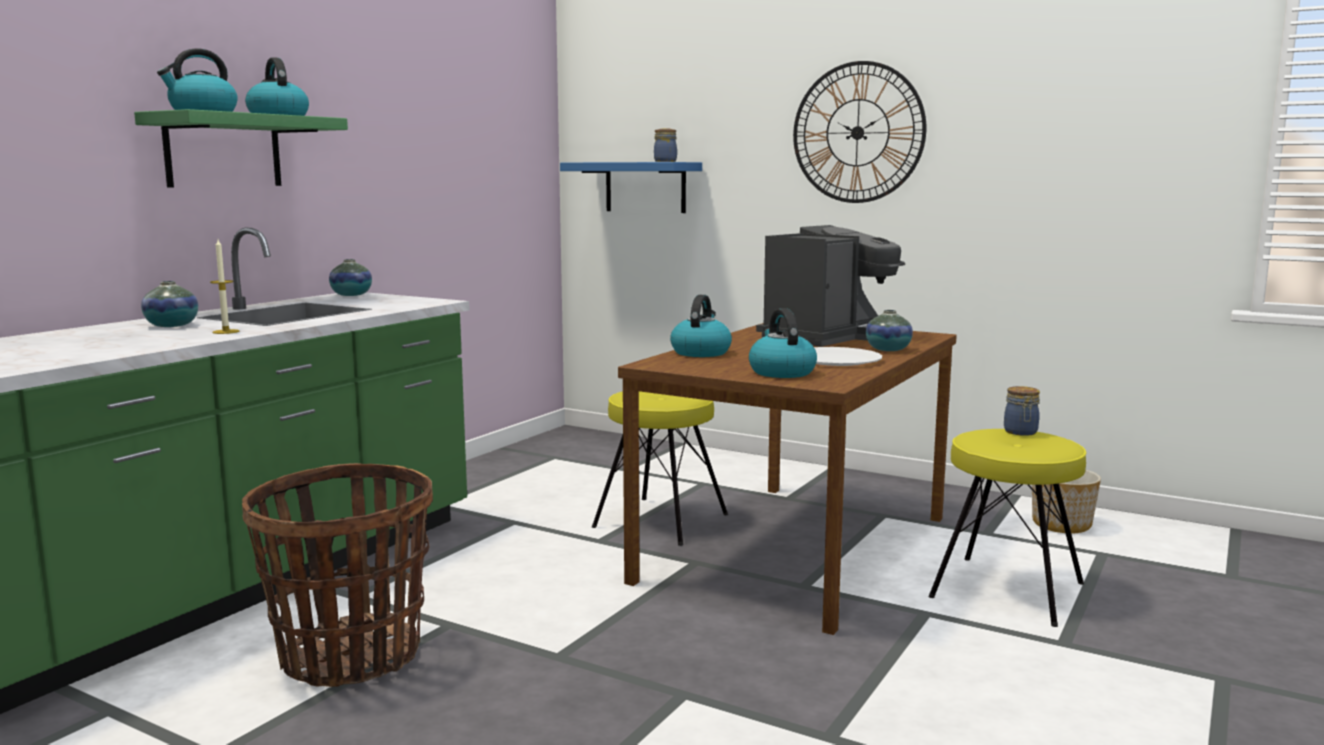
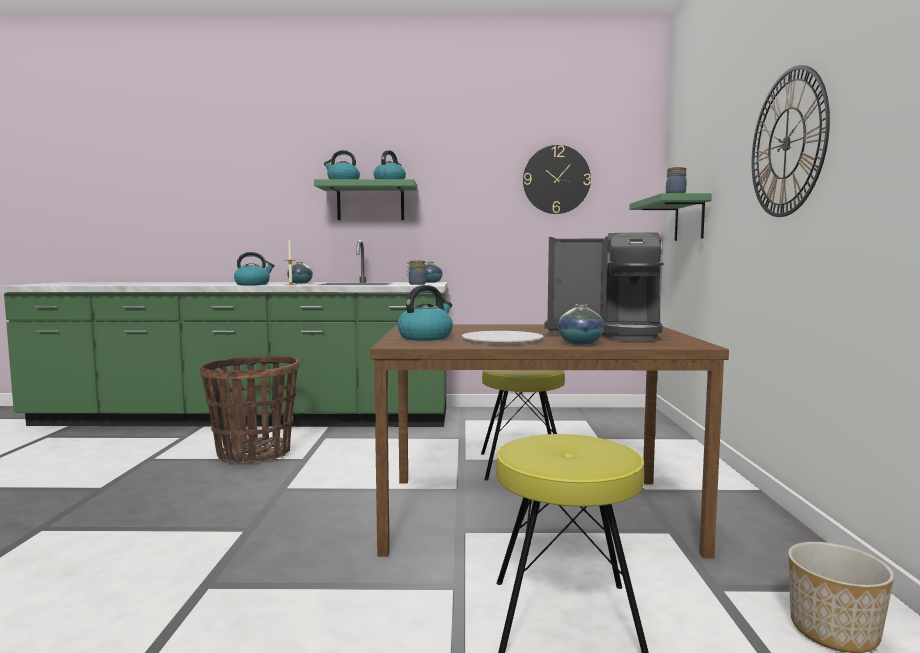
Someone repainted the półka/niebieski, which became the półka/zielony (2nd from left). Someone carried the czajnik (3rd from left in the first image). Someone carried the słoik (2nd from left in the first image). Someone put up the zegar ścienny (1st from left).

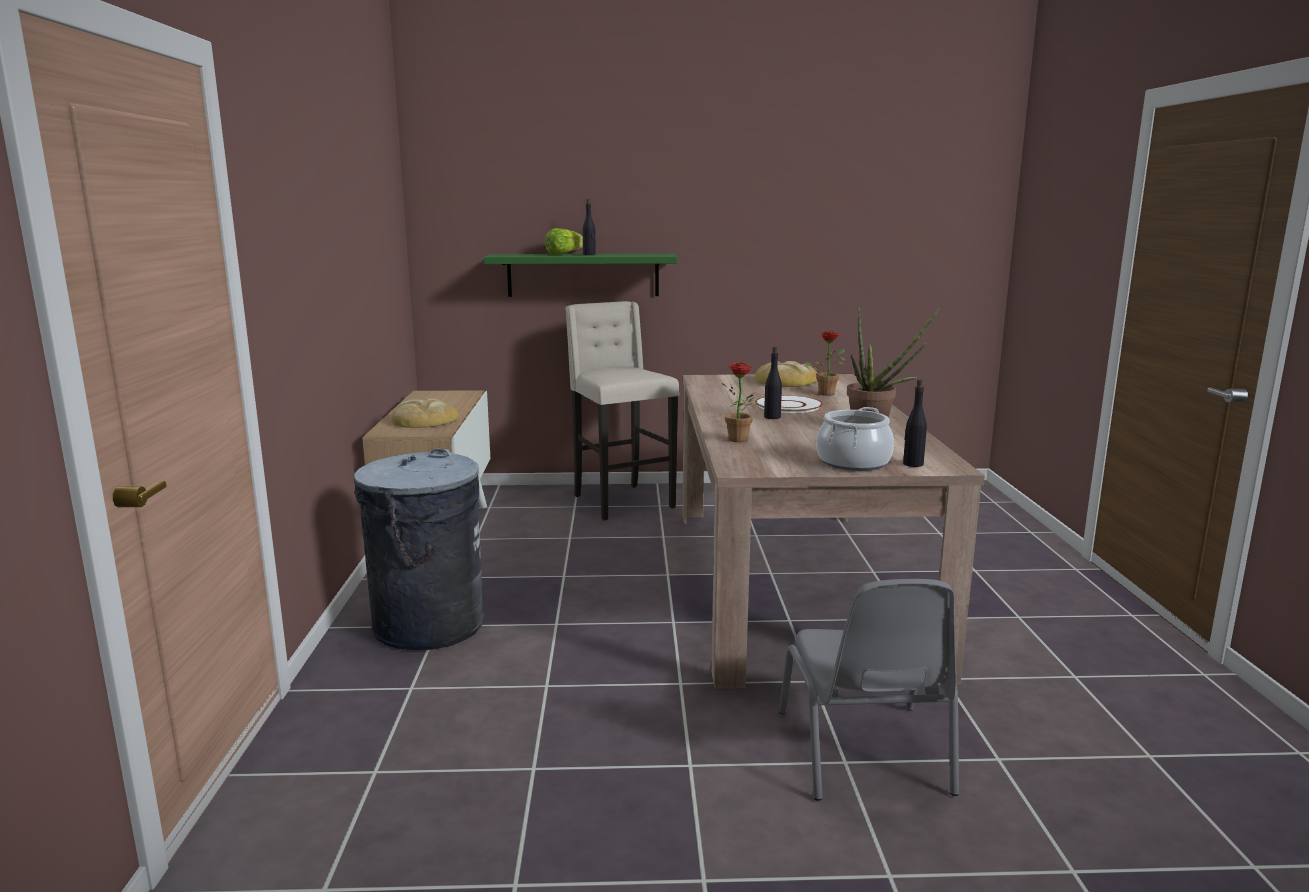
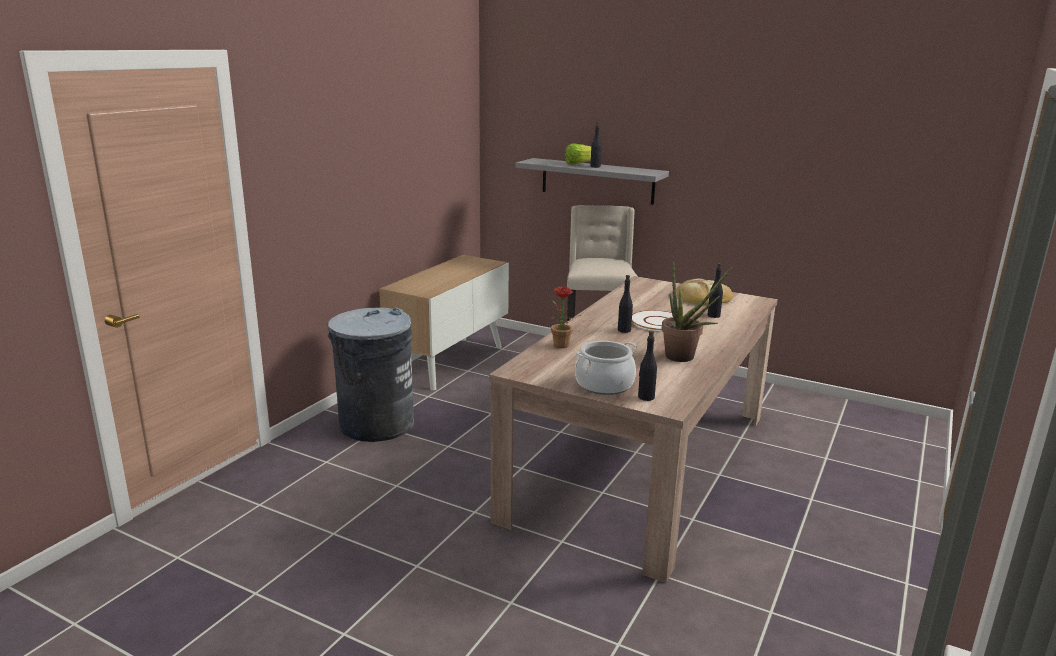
Someone repainted the półka/zielony, which became the półka/szary. Someone swapped the roślina doniczkowa (2nd from left) for the butelka/czarny (4th from left). Someone took away the chleb (1st from left). Someone took away the krzesło/szary.

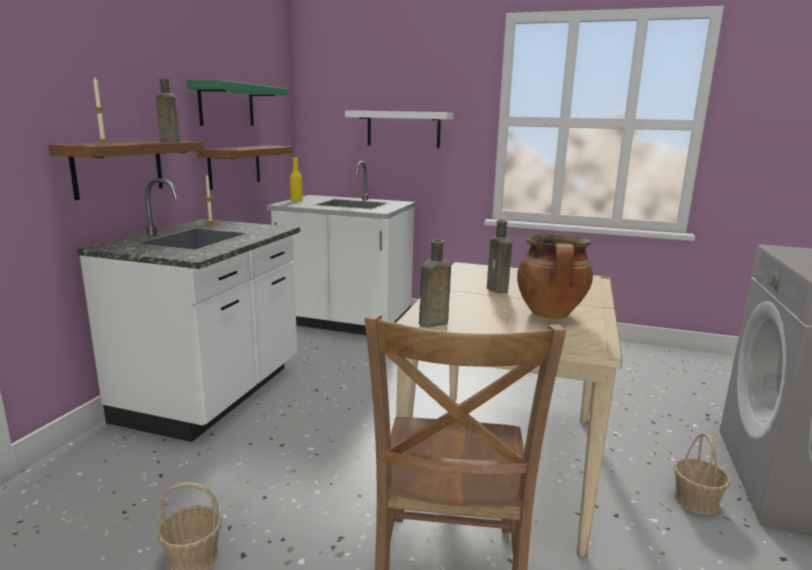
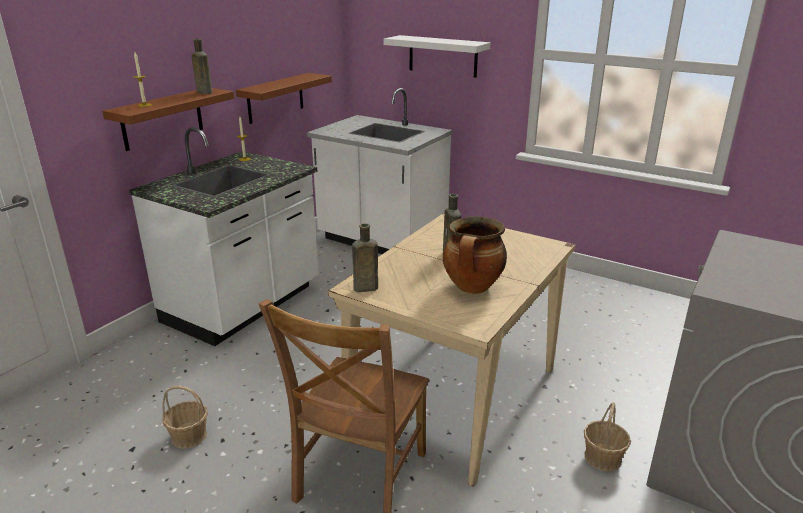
Someone took away the półka/zielony. Someone took away the butelka/żółty.

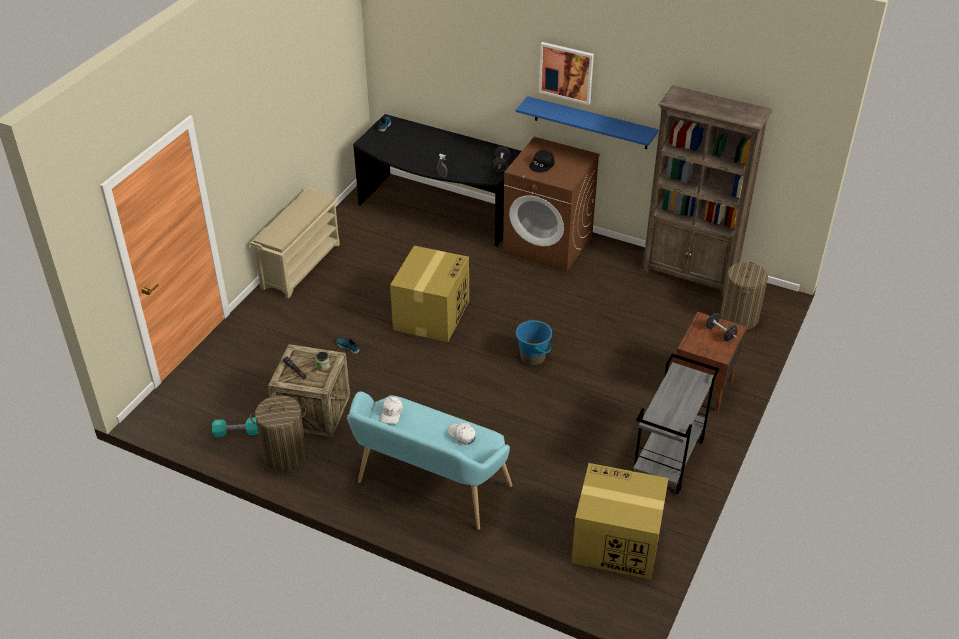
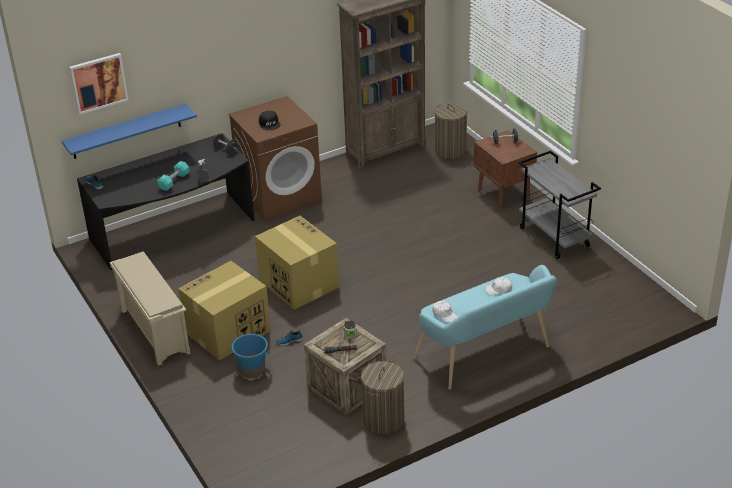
Someone carried the obraz. Someone carried the półka/niebieski. Someone carried the wiadro/niebieski. Someone carried the hantel/turkusowy. Someone carried the karton (2nd from left in the first image).

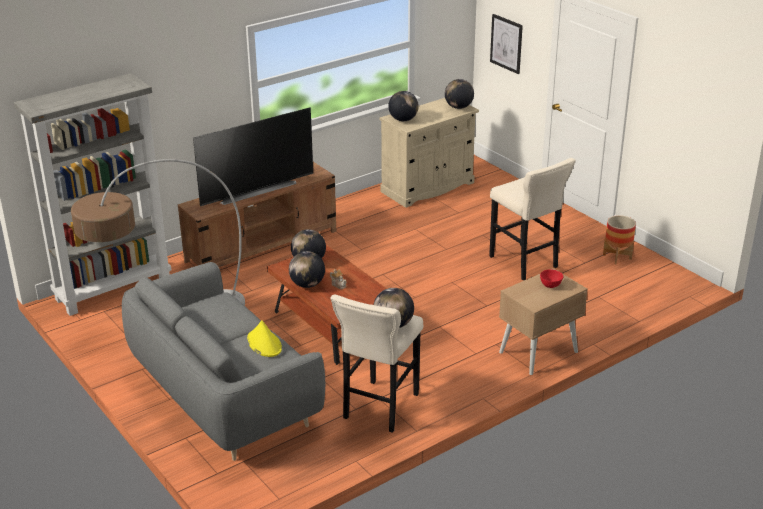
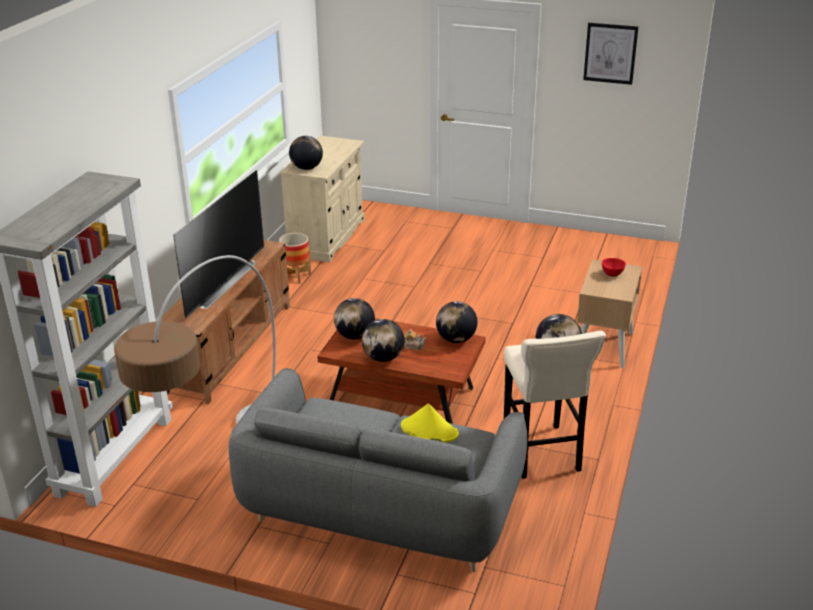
Someone carried the obraz. Someone carried the globus (5th from left in the first image). Someone took away the stołek/beżowy (2nd from left). Someone carried the donica.

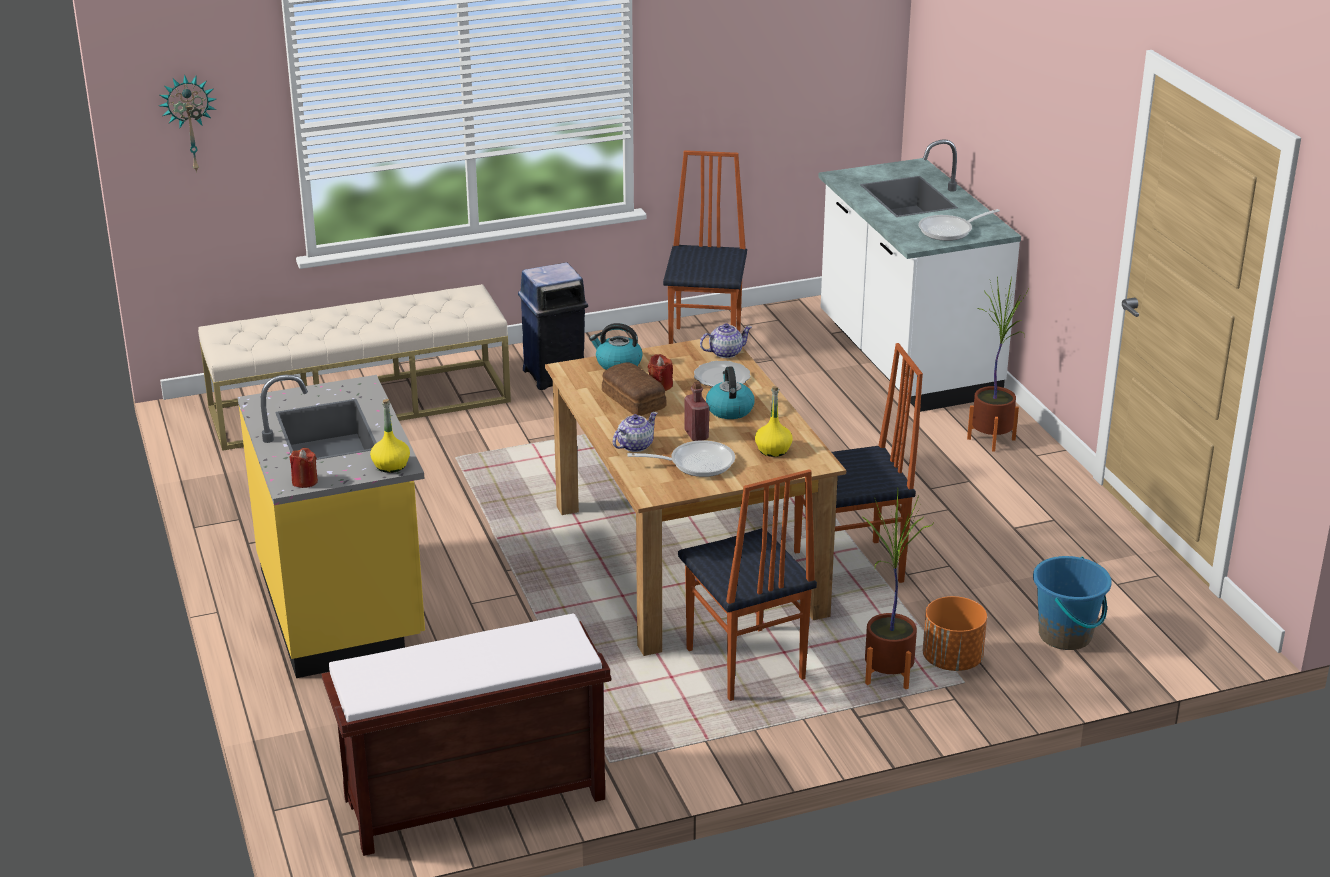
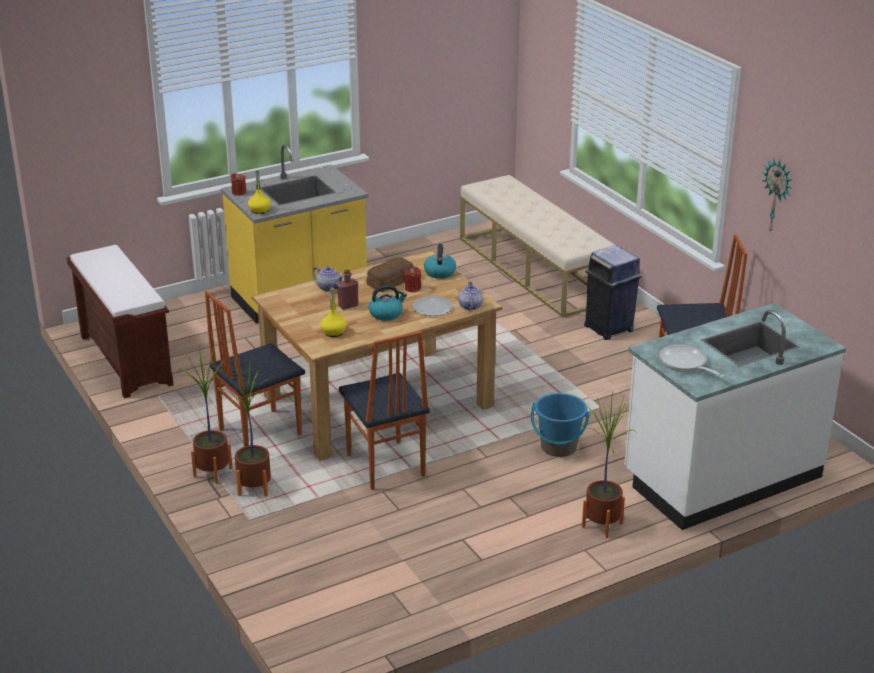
Someone carried the zegar ścienny. Someone rotated the imbryk (2nd from left) by 150 degrees counterclockwise. Someone took away the patelnia (1st from left). Someone carried the wiadro/niebieski. Someone took away the donica/pomarańczowy. Someone put down the roślina doniczkowa (1st from left).

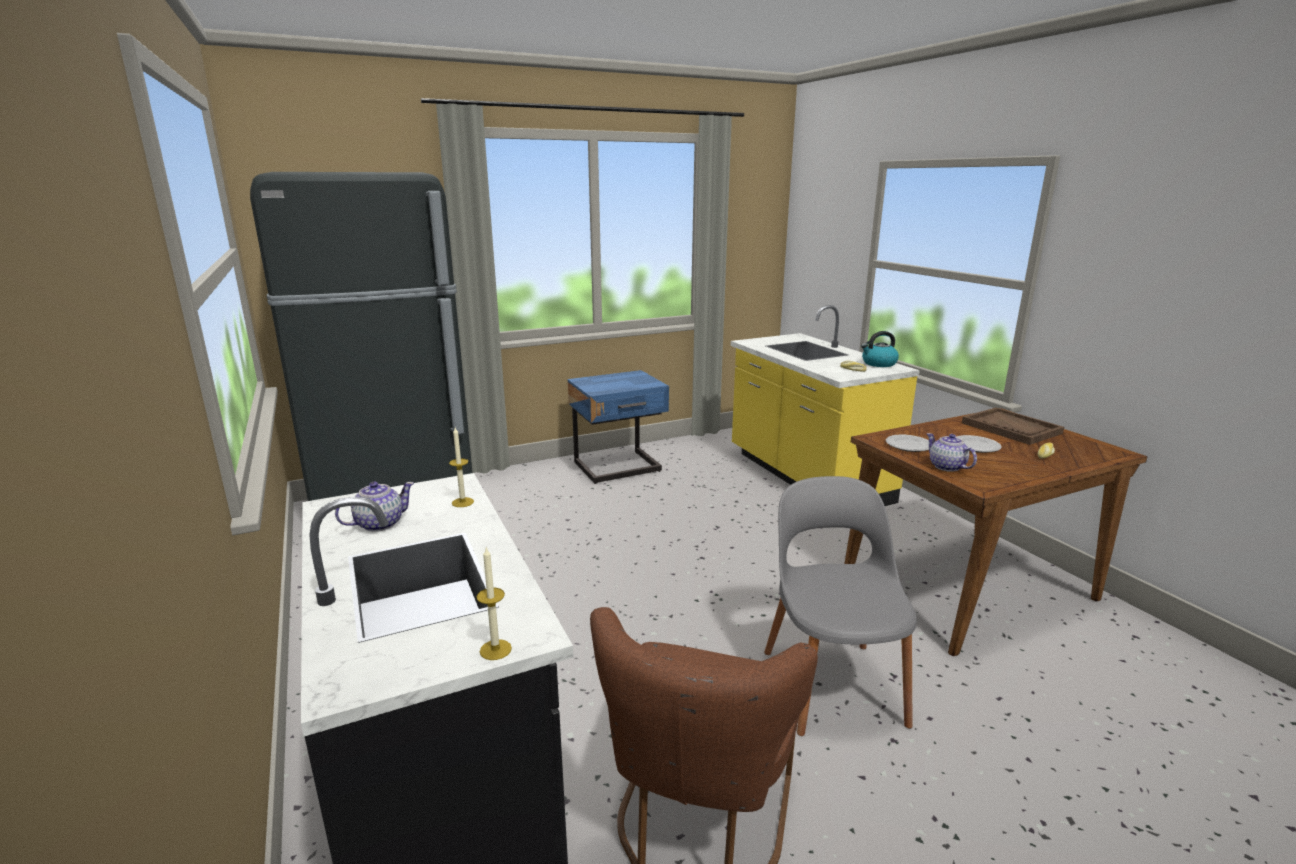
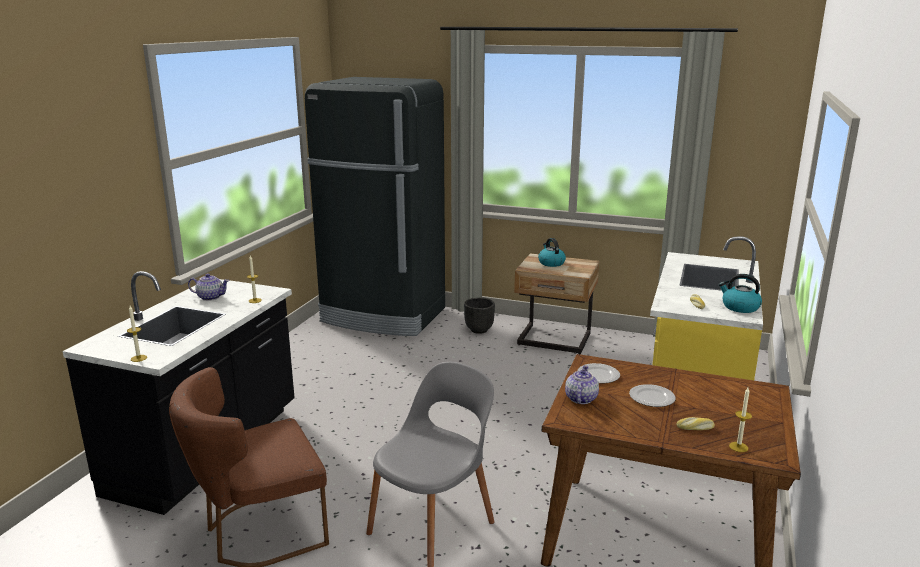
Someone repainted the szafka nocna/niebieski, which became the szafka nocna/beżowy. Someone took away the taca/brązowy. Someone put down the czajnik (1st from left). Someone put down the donica/czarny. Someone put down the świeca (3rd from left).

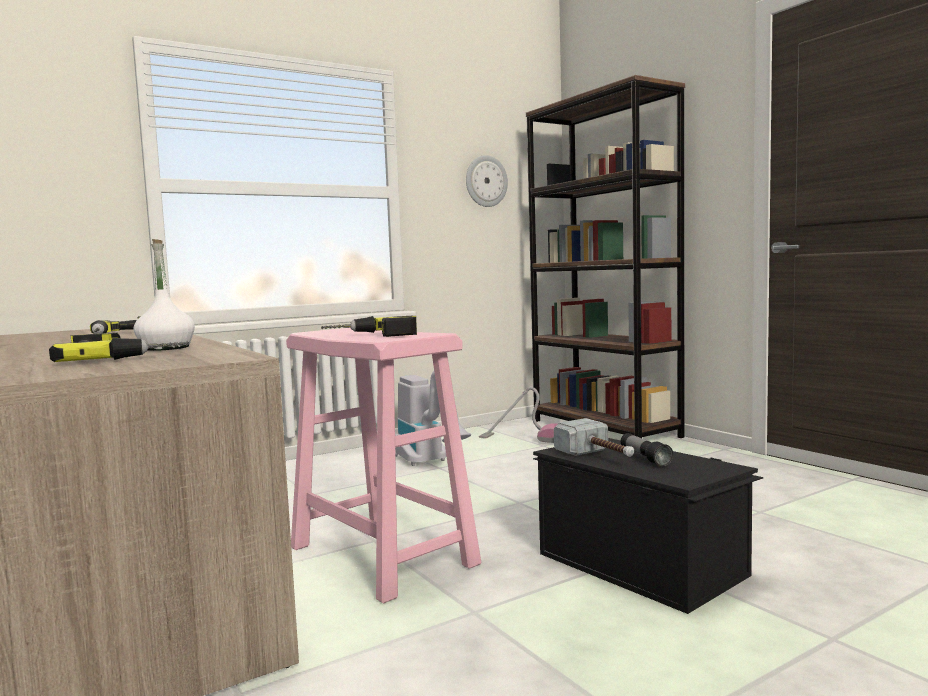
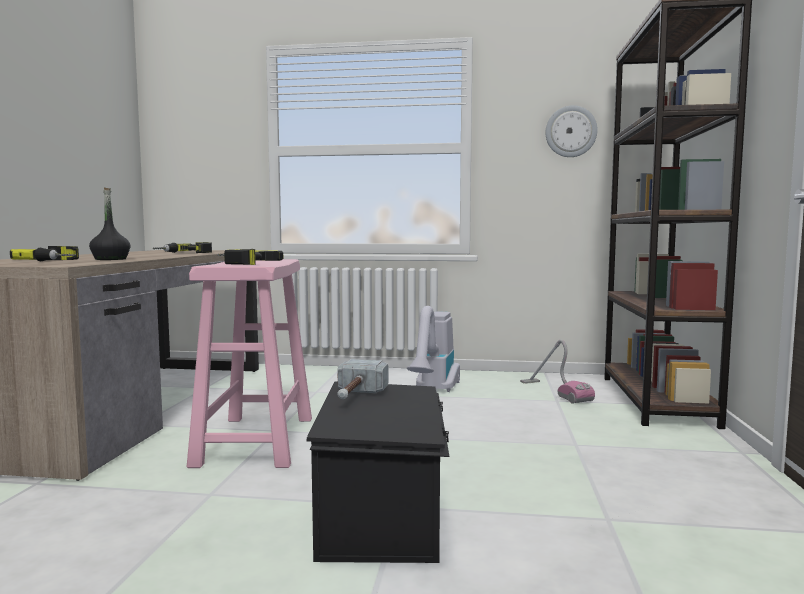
Someone repainted the butelka/biały, which became the butelka/czarny. Someone took away the latarka.

